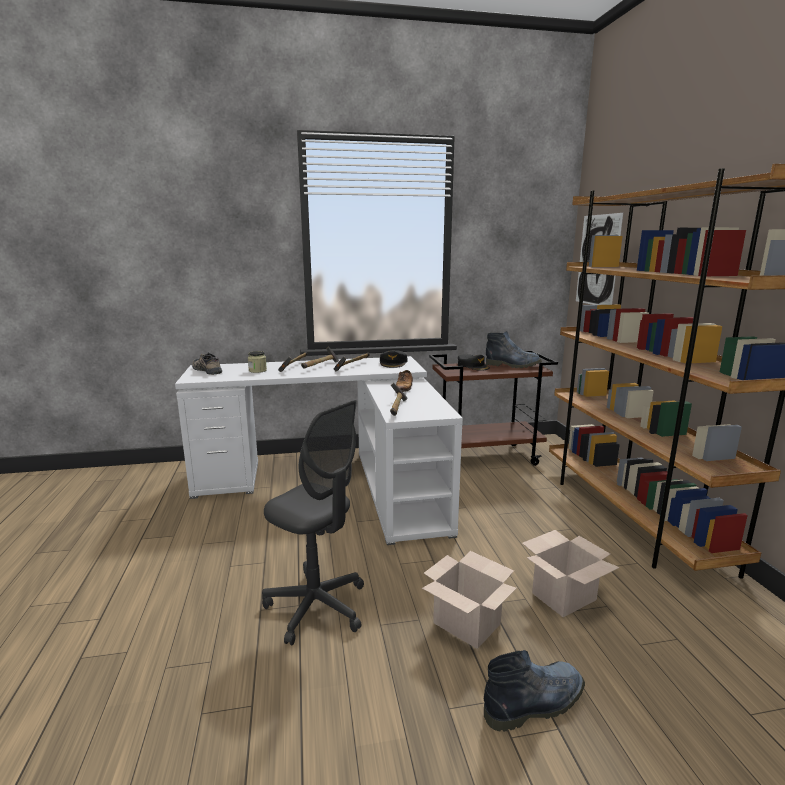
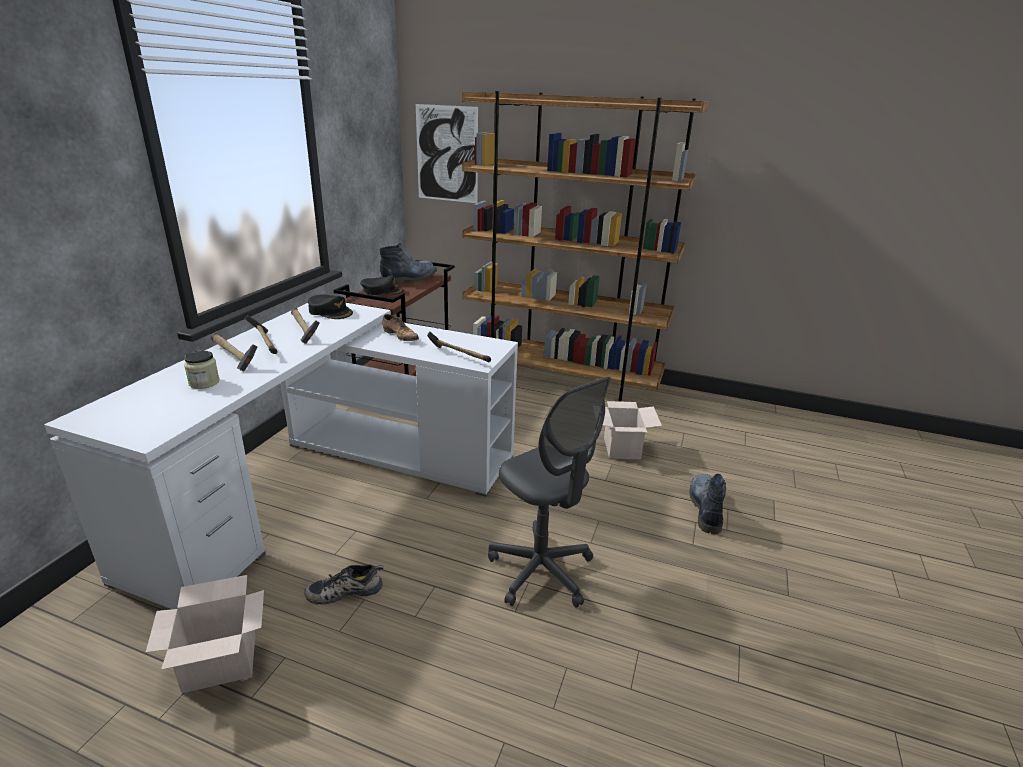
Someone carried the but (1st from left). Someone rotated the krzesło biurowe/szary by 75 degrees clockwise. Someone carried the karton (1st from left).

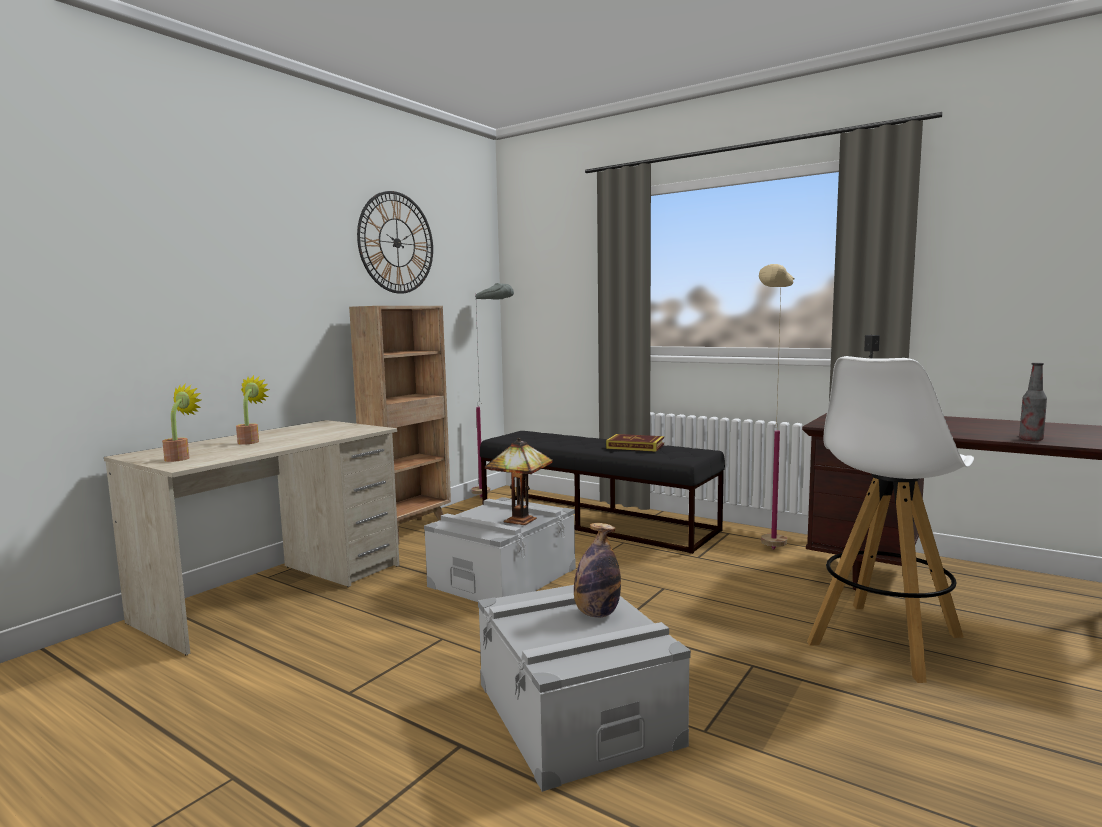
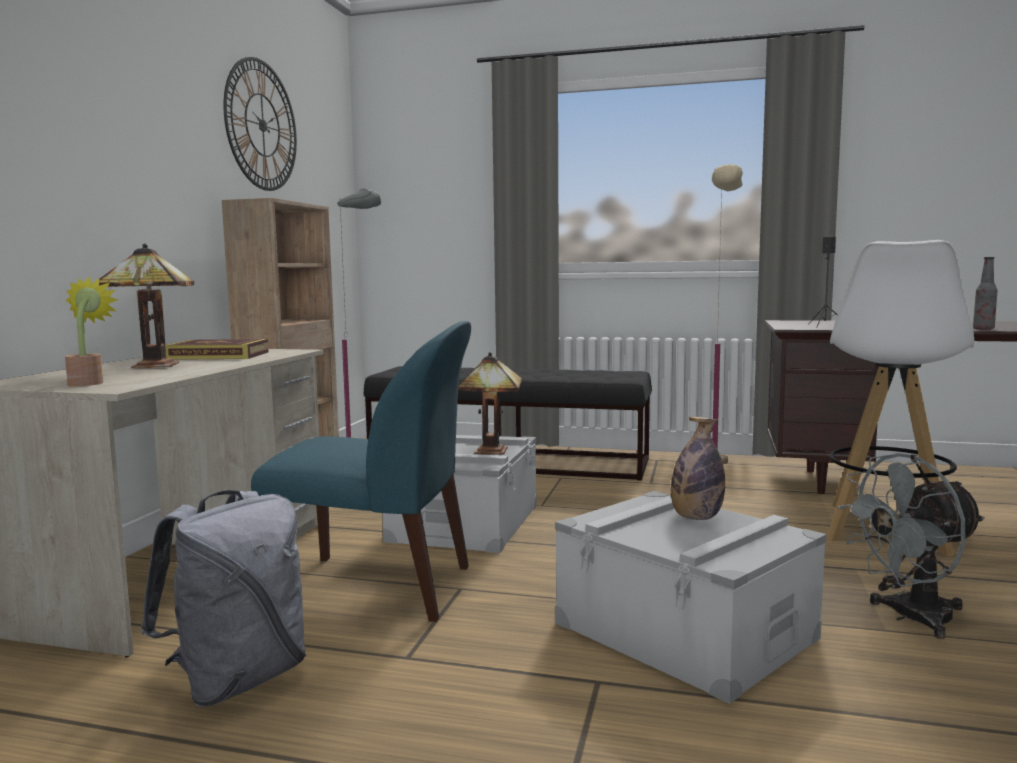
Someone swapped the roślina doniczkowa (2nd from left) for the lampa stołowa (1st from left). Someone carried the książka. Someone put down the krzesło/niebieski. Someone put down the wentylator/szary. Someone put down the plecak/szary.

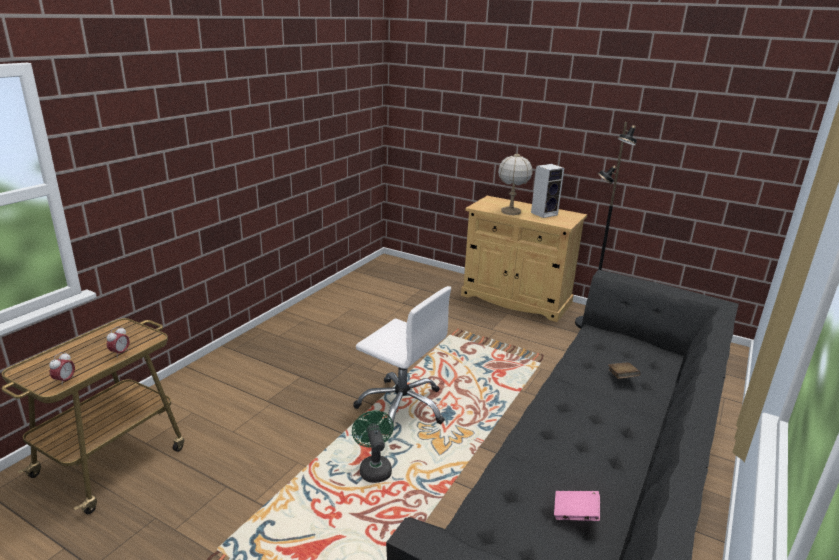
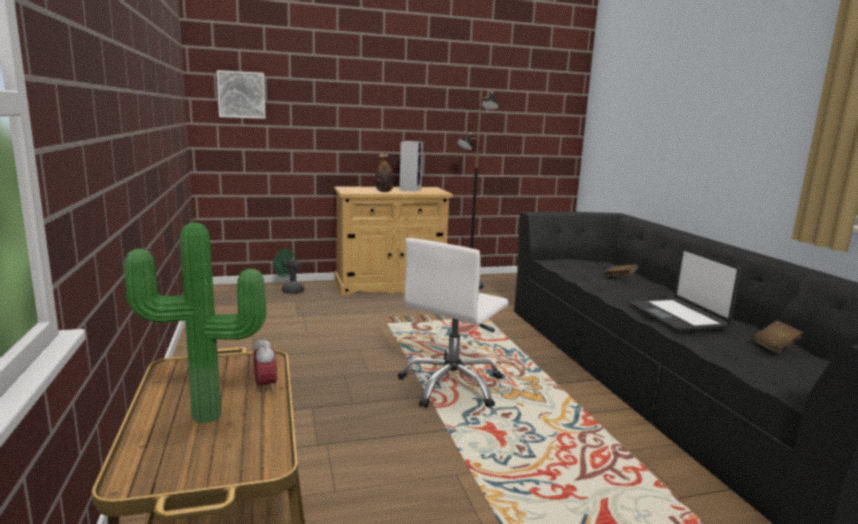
Someone swapped the lampa stołowa for the butelka. Someone rotated the krzesło biurowe/biały by 135 degrees clockwise. Someone took away the budzik (1st from left). Someone carried the wentylator/zielony. Someone repainted the książka/różowy, which became the książka/brązowy (2nd from left). Someone put up the obraz. Someone put down the roślina doniczkowa. Someone put down the laptop.

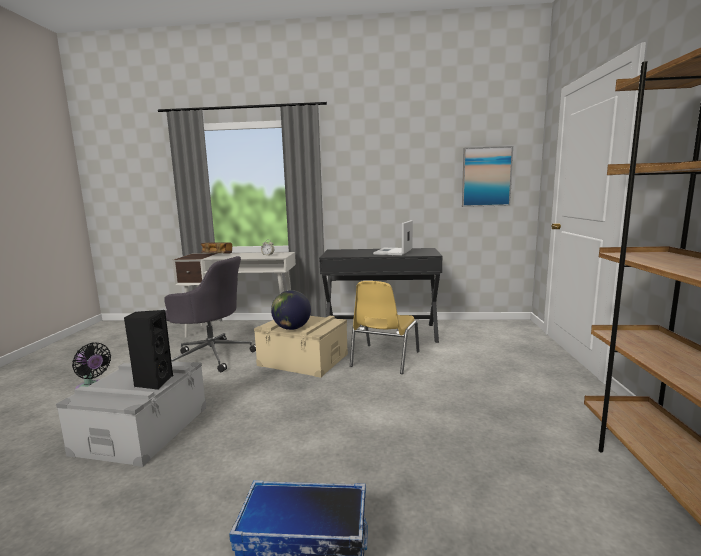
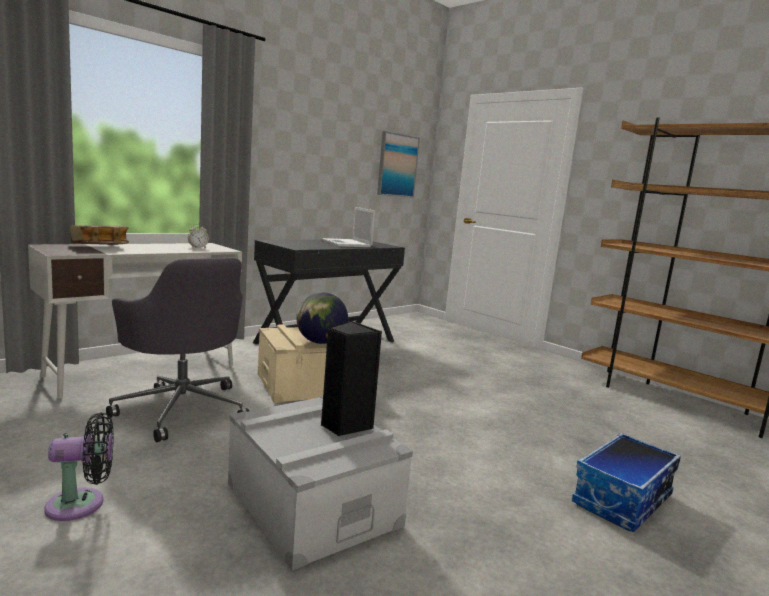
Someone rotated the krzesło biurowe/szary by 75 degrees clockwise. Someone took away the krzesło/żółty.

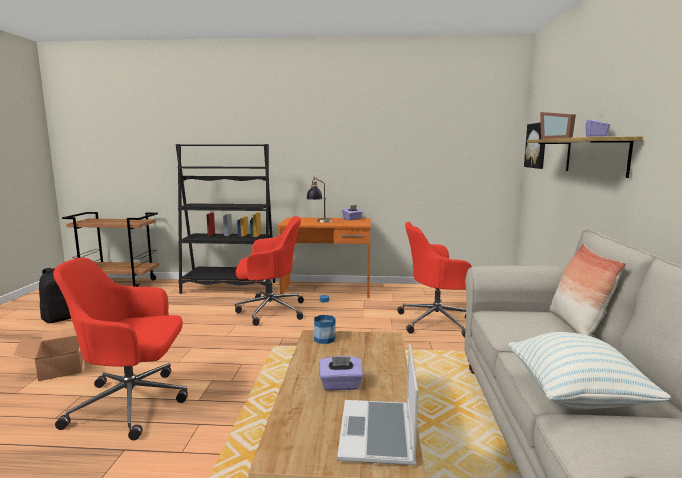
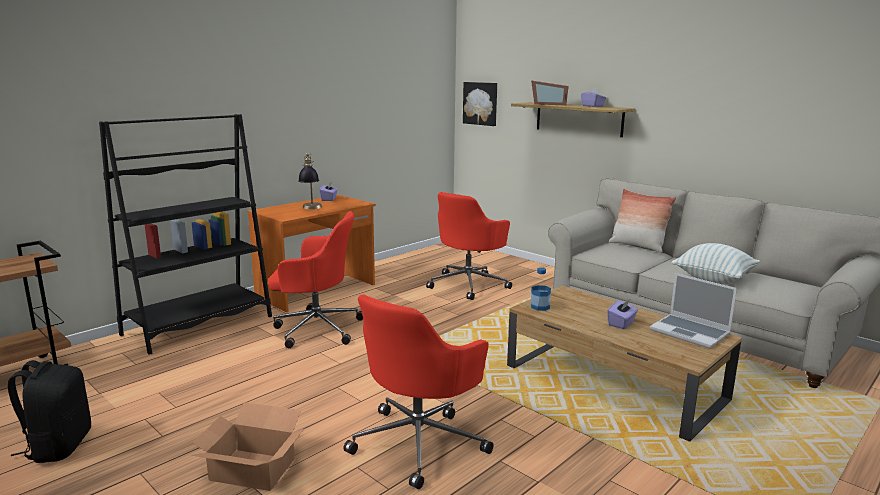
Someone rotated the krzesło biurowe/czerwony (2nd from left in the first image) by 60 degrees clockwise.

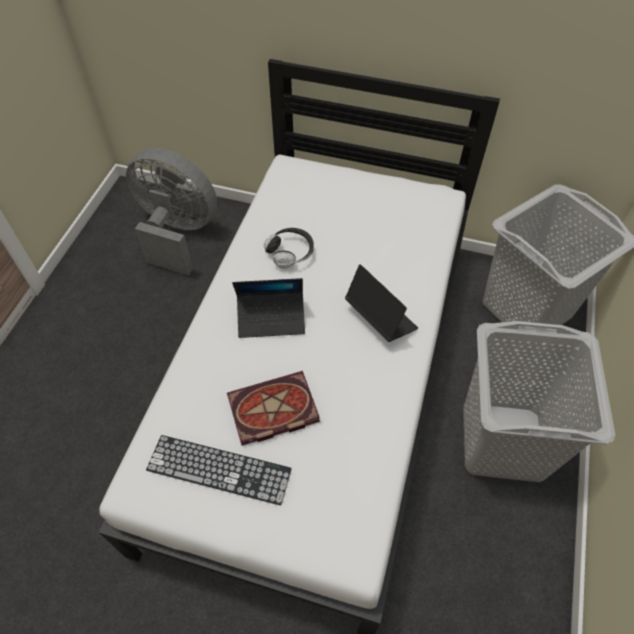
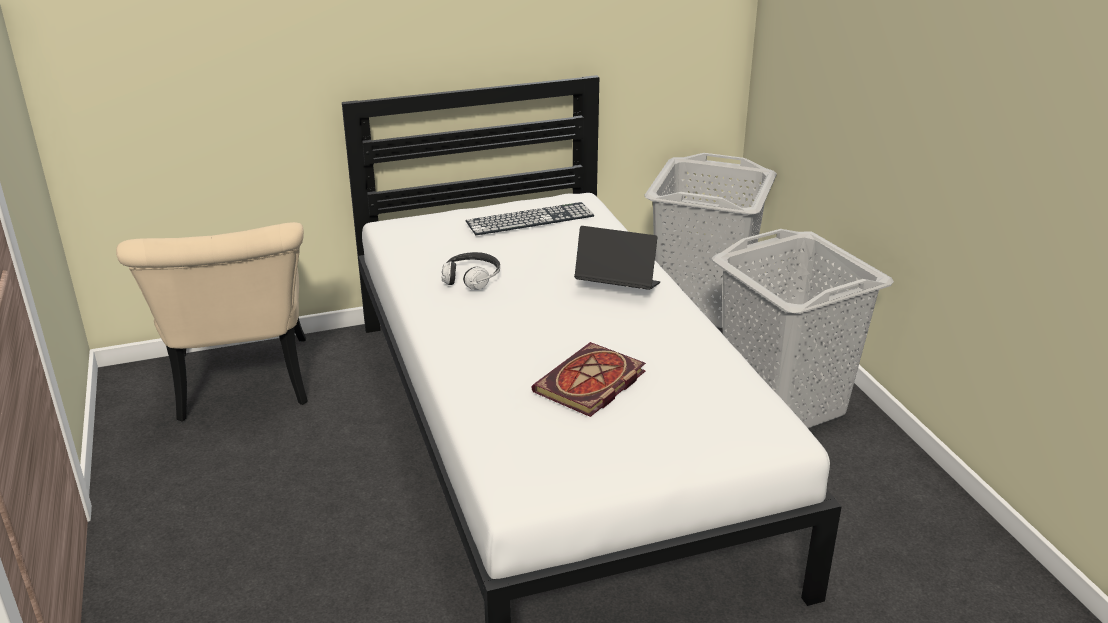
Someone swapped the wentylator/szary for the krzesło/beżowy. Someone took away the laptop (1st from left). Someone carried the klawiatura.

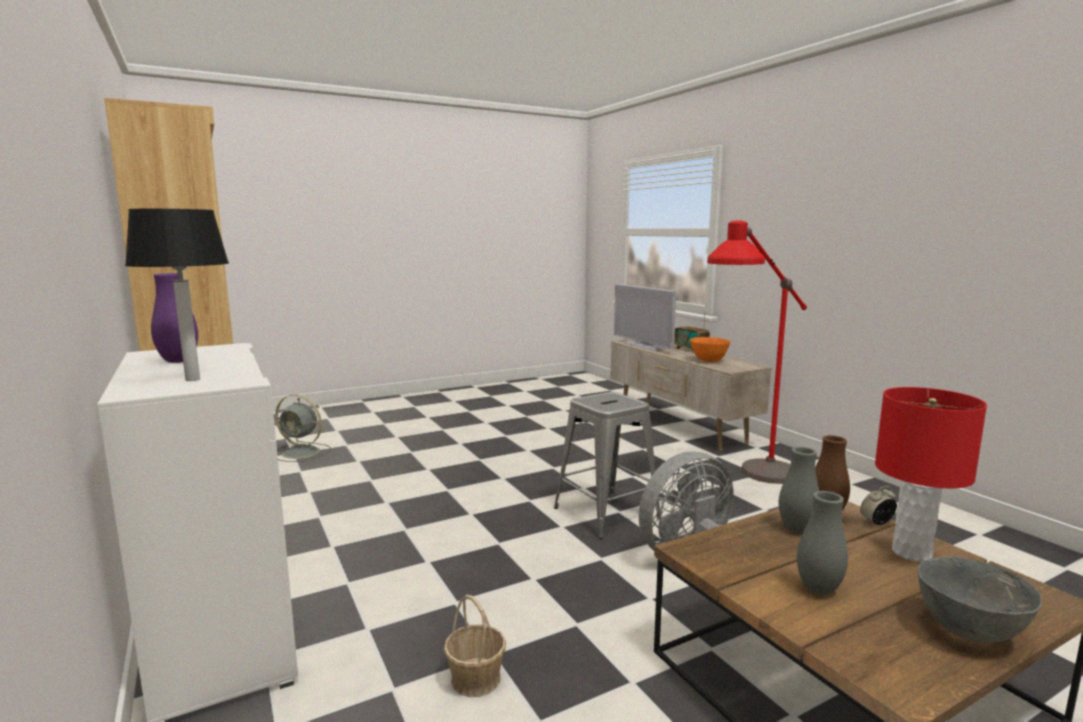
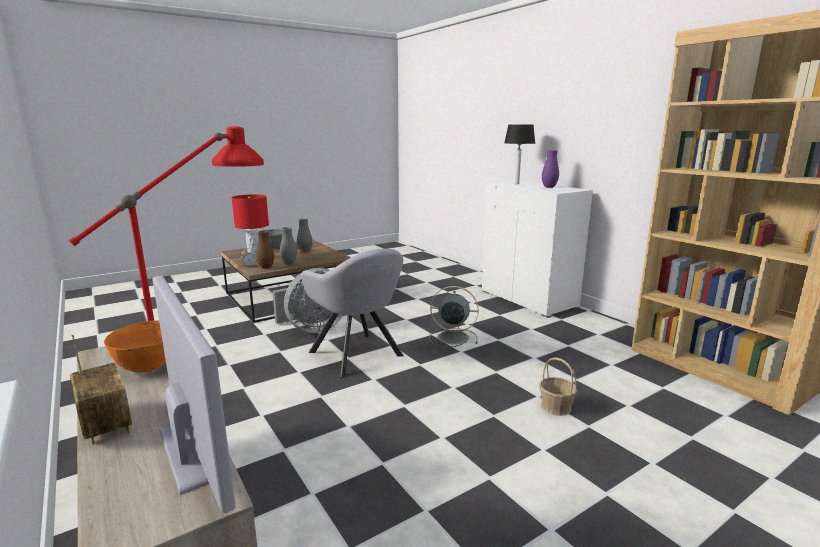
Someone swapped the stołek/szary for the fotel/szary. Someone carried the wentylator/szary (1st from left in the first image). Someone carried the koszyk.

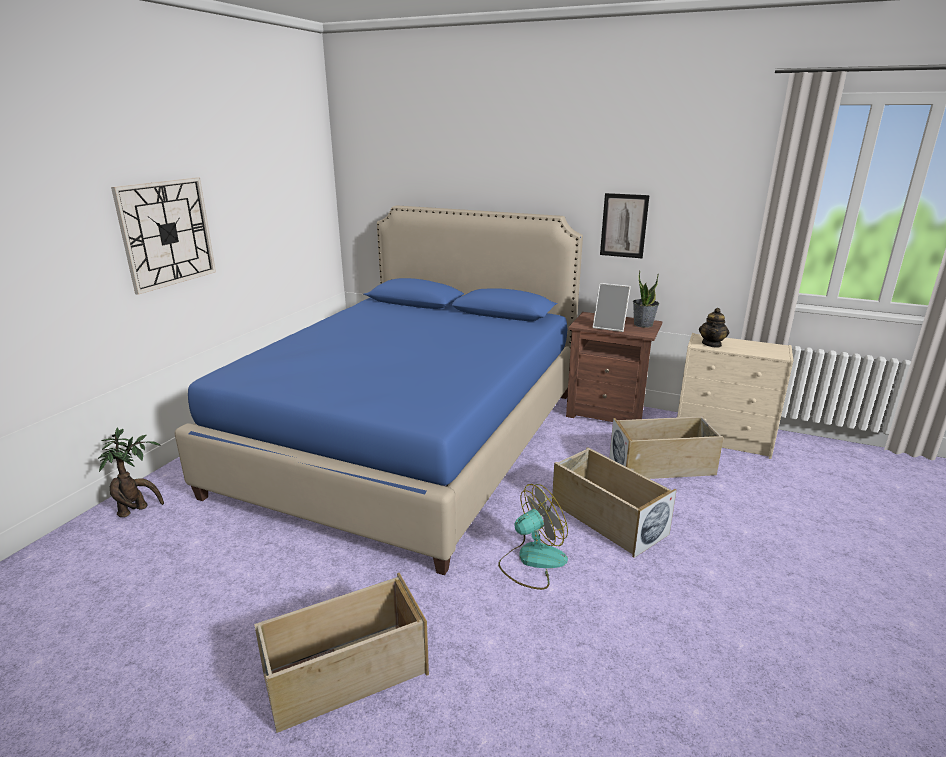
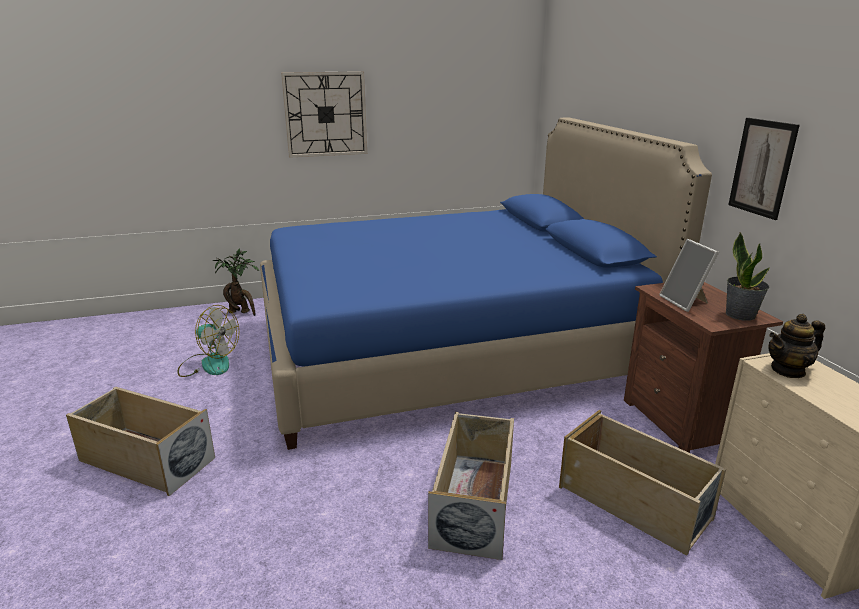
Someone carried the wentylator.

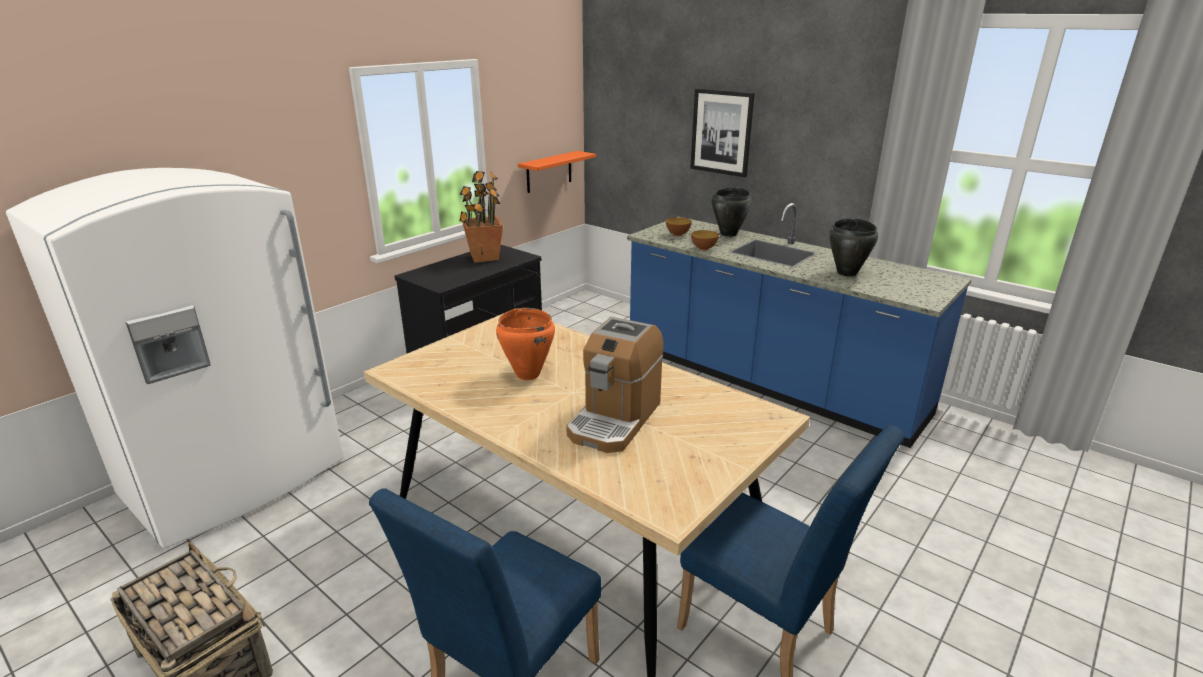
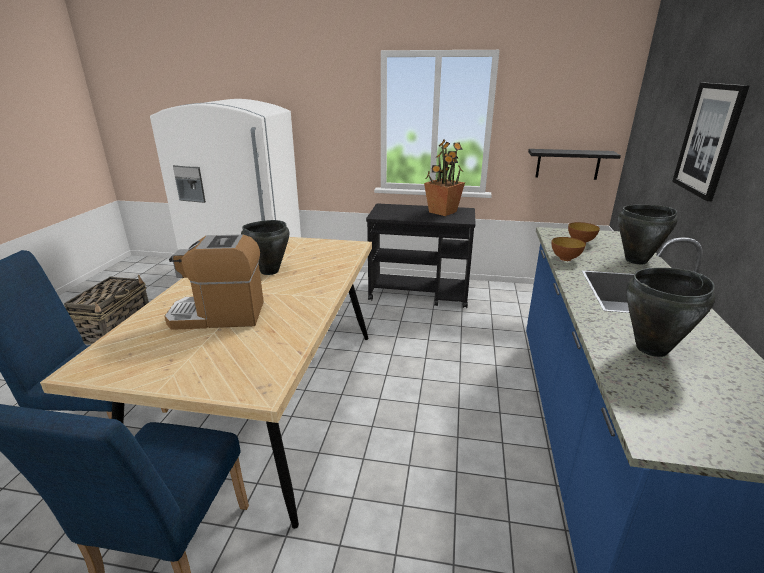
Someone repainted the półka/pomarańczowy, which became the półka/czarny. Someone repainted the garnek/pomarańczowy, which became the garnek/czarny (1st from left).

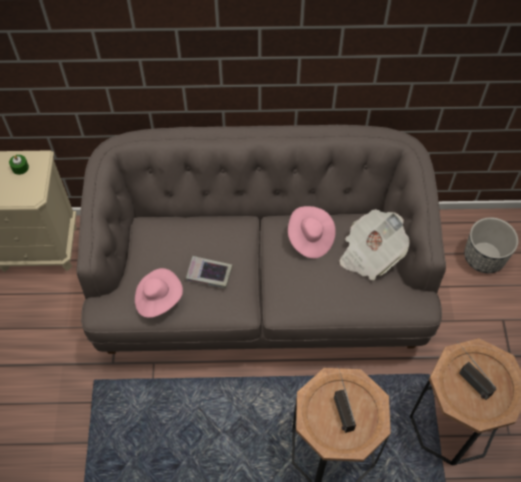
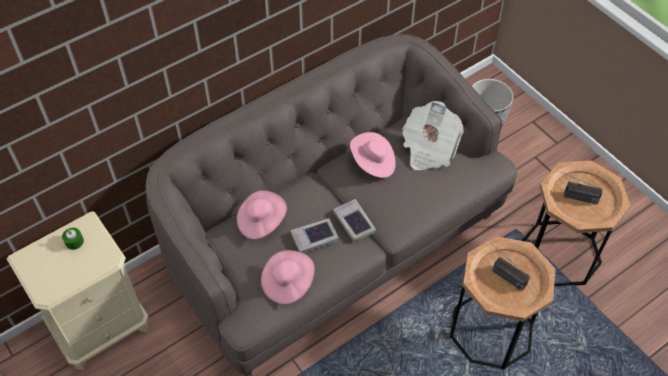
Someone put down the kapelusz/różowy (1st from left). Someone put down the książka (2nd from left).

